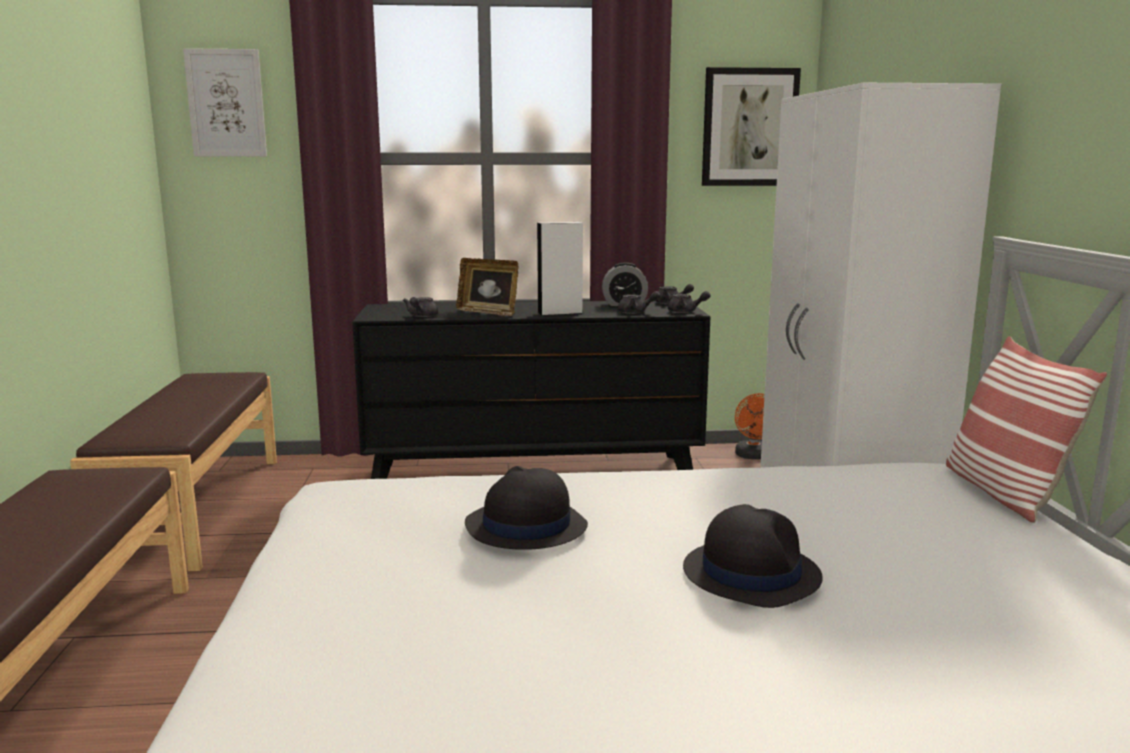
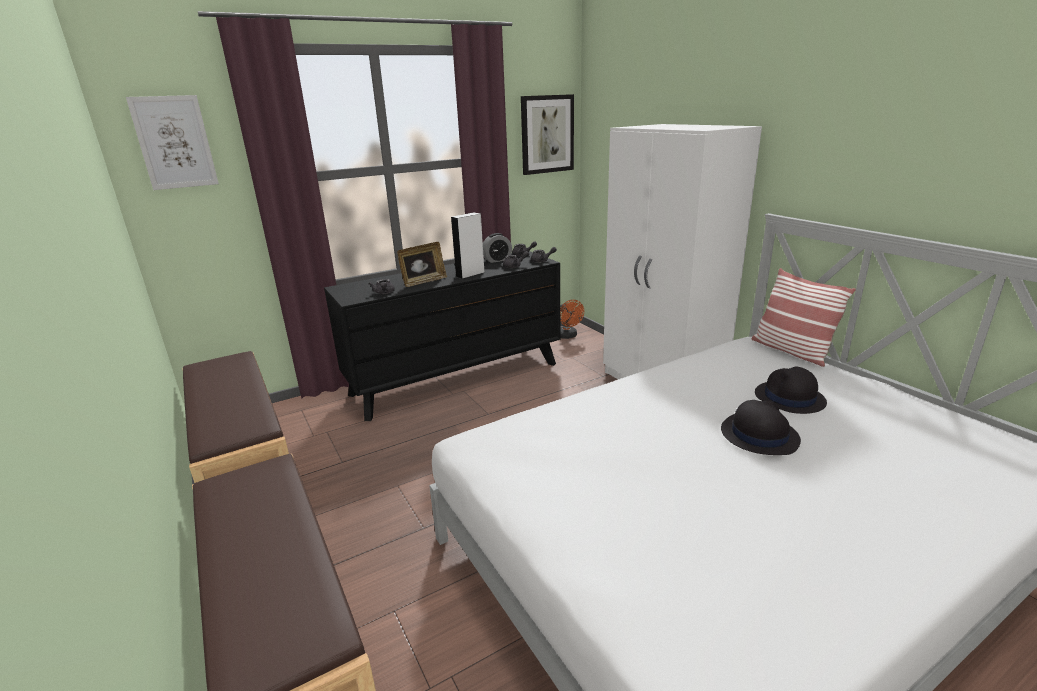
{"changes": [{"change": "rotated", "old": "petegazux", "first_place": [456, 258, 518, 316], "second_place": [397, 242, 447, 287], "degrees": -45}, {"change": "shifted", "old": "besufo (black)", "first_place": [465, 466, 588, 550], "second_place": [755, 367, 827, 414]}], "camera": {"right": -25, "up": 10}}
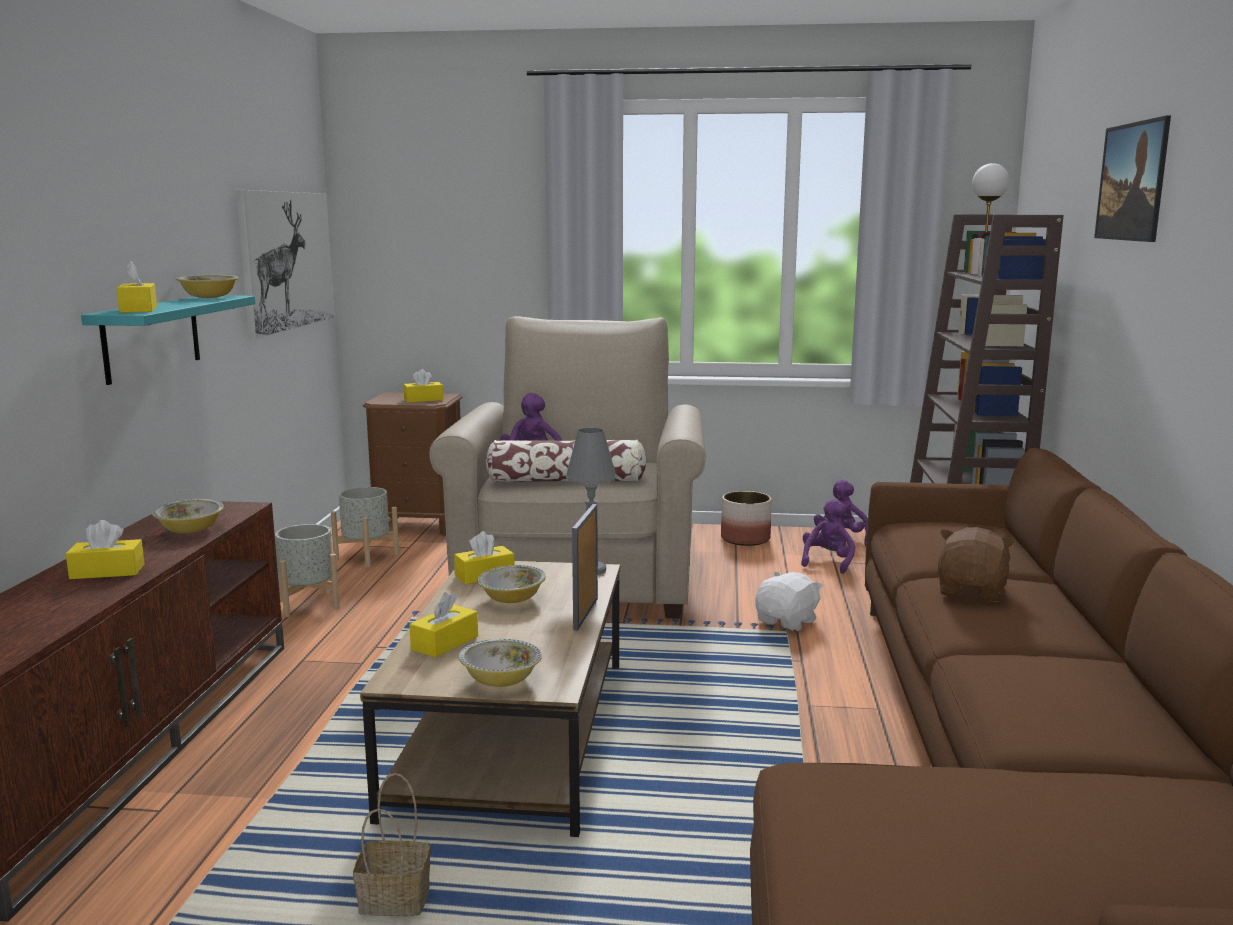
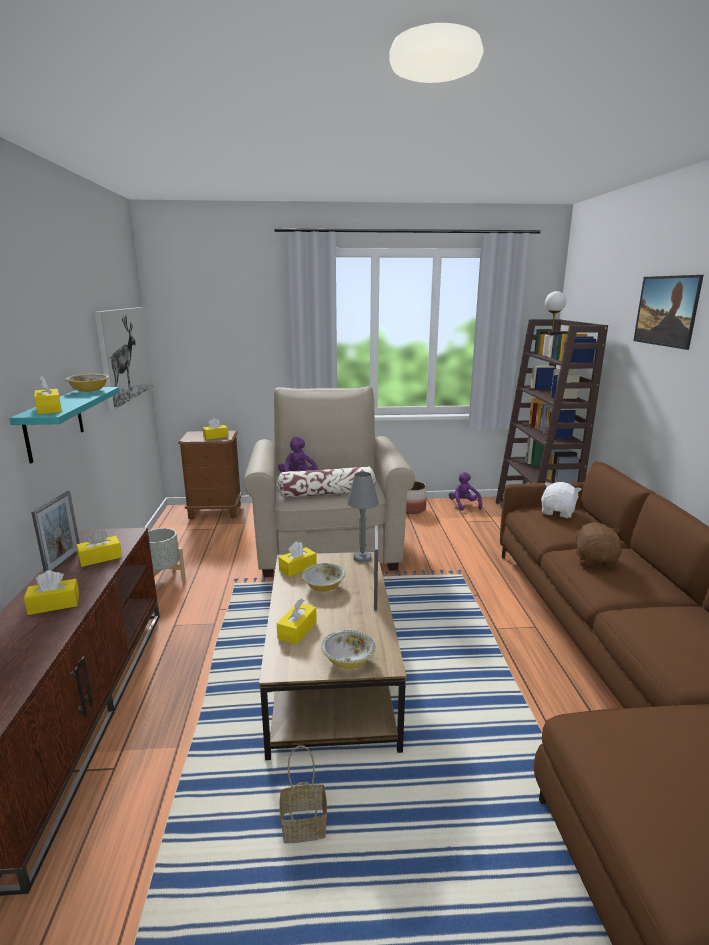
{"changes": [{"change": "swapped", "old": "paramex", "new": "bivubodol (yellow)", "first_place": [152, 499, 224, 533], "second_place": [76, 530, 122, 567]}, {"change": "gone", "old": "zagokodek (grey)", "first_place": [331, 487, 399, 567]}, {"change": "shifted", "old": "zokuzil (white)", "first_place": [755, 572, 823, 632], "second_place": [541, 482, 582, 519]}, {"change": "gone", "old": "zokuzil (purple)", "first_place": [801, 499, 855, 574]}, {"change": "new", "new": "petegazux", "second_place": [31, 491, 80, 573]}], "camera": {"right": -10, "up": 5}}
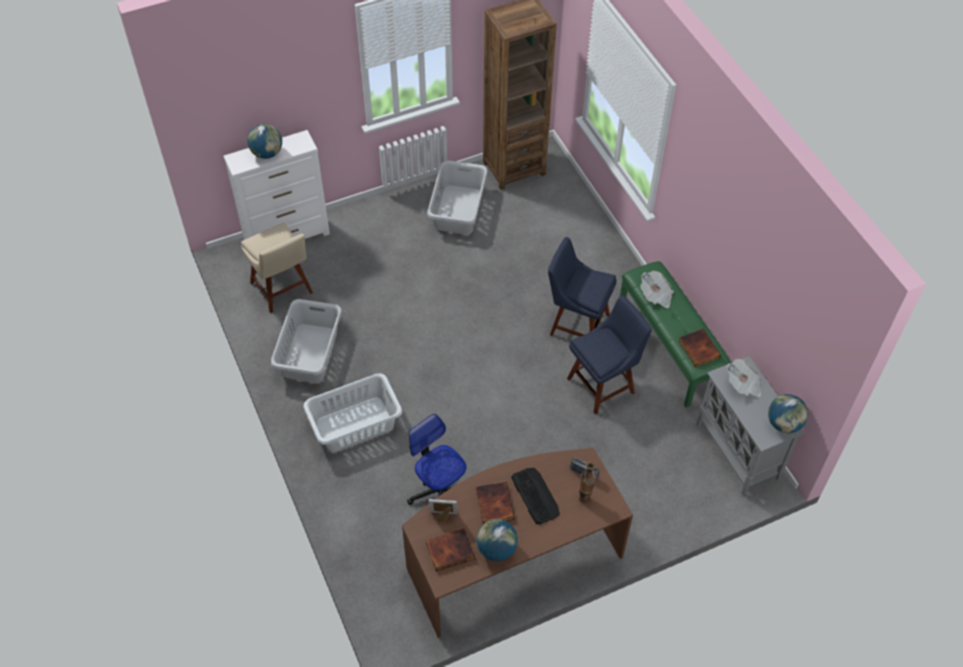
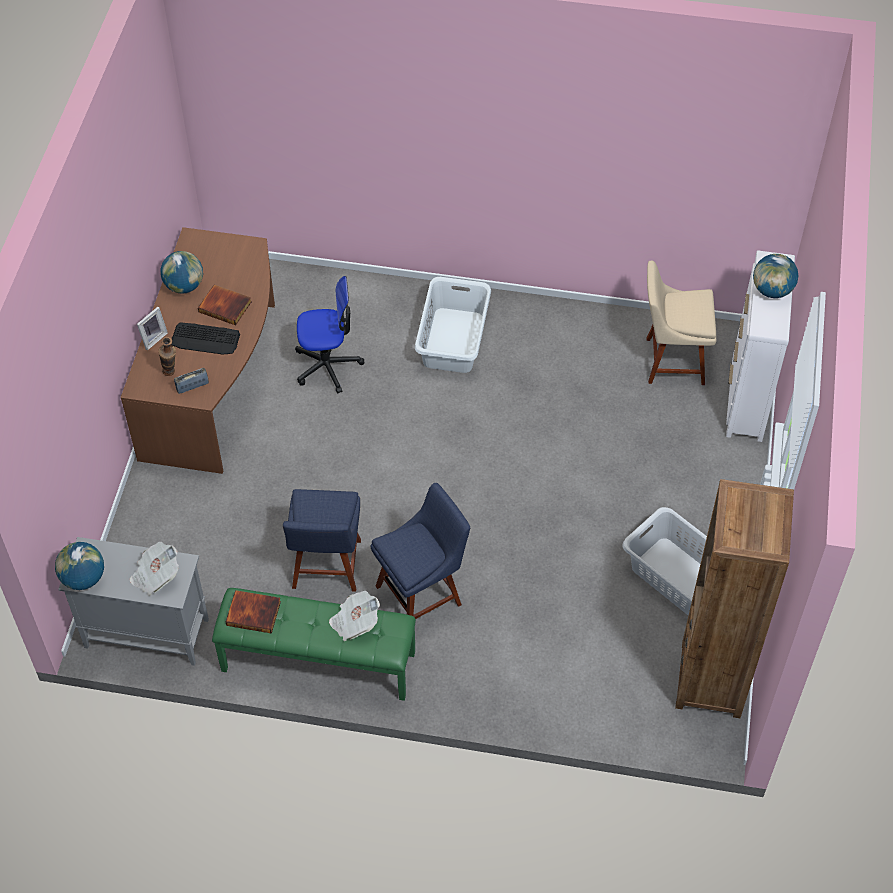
{"changes": [{"change": "gone", "old": "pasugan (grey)", "first_place": [271, 299, 342, 382]}, {"change": "gone", "old": "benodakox", "first_place": [426, 528, 475, 572]}, {"change": "shifted", "old": "petegazux", "first_place": [429, 499, 457, 522], "second_place": [137, 307, 168, 350]}], "camera": {"right": 125, "up": 0}}
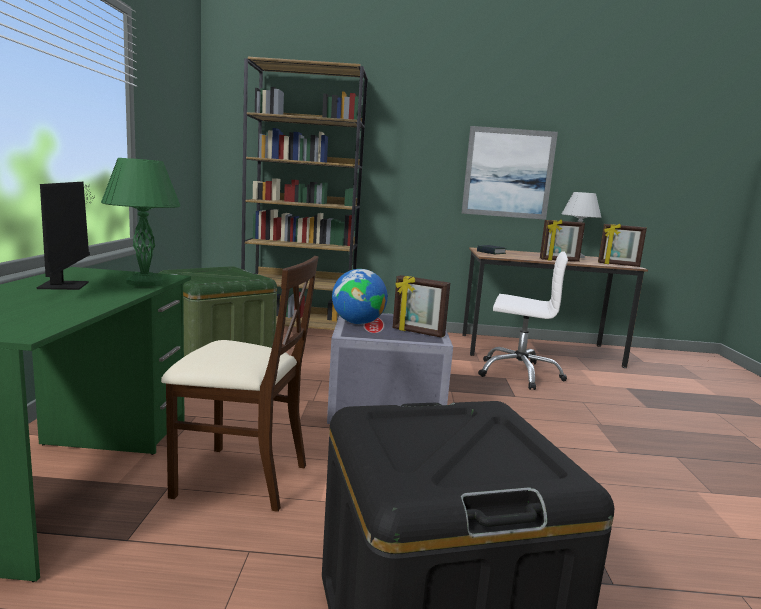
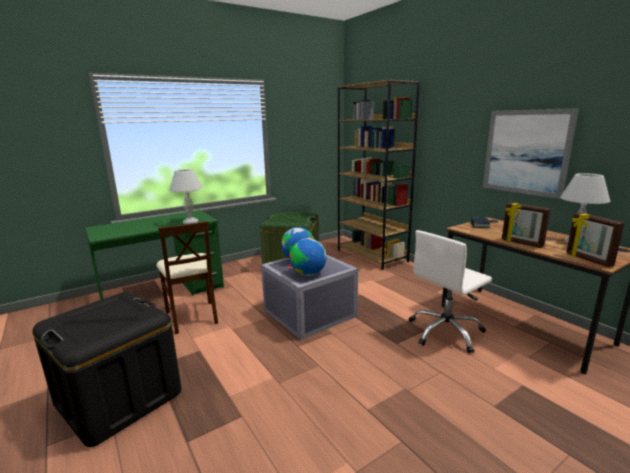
{"changes": [{"change": "gone", "old": "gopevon", "first_place": [37, 182, 95, 290]}, {"change": "repainted", "old": "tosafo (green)", "new": "tosafo (white)", "first_place": [101, 158, 180, 286], "second_place": [170, 169, 203, 224]}, {"change": "swapped", "old": "petegazux", "new": "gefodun", "first_place": [393, 275, 450, 338], "second_place": [289, 238, 327, 276]}, {"change": "rotated", "old": "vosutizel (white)", "first_place": [478, 251, 568, 390], "second_place": [409, 230, 492, 353], "degrees": 75}], "camera": {"right": 55, "up": 5}}
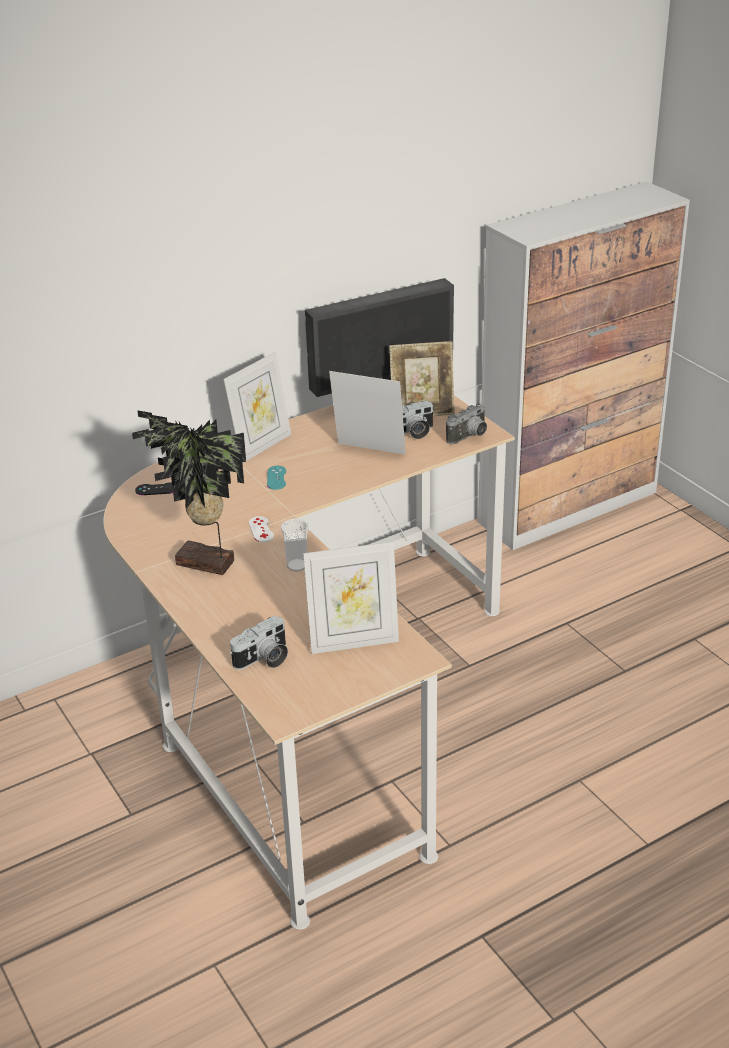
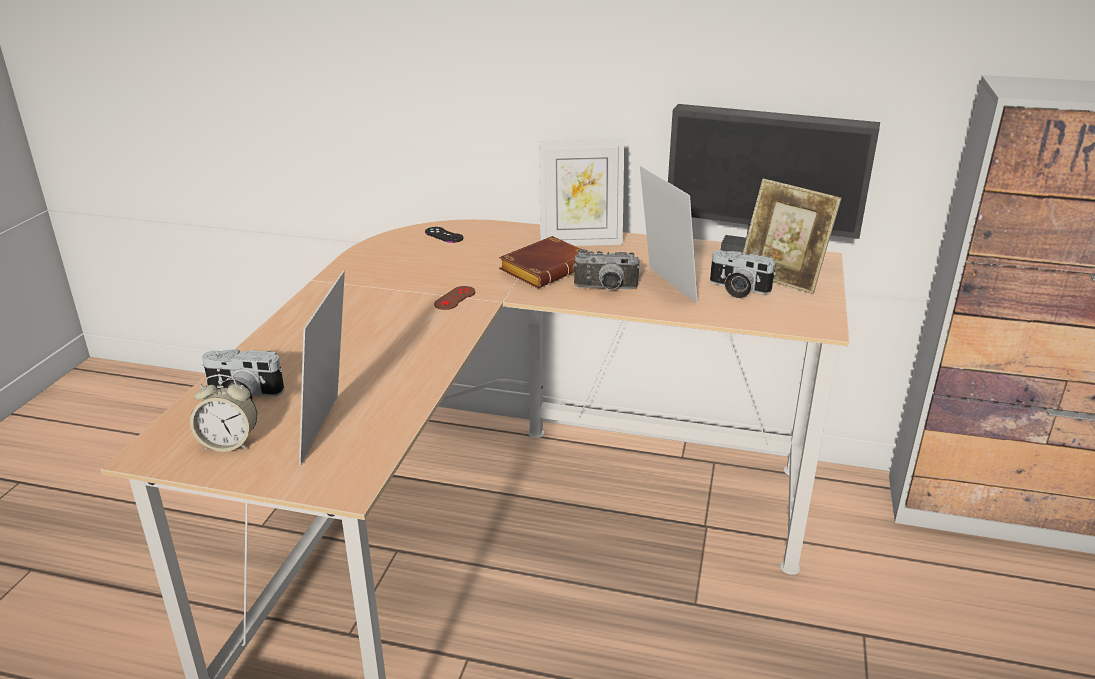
{"changes": [{"change": "gone", "old": "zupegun", "first_place": [132, 410, 246, 575]}, {"change": "repainted", "old": "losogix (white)", "new": "losogix (brown)", "first_place": [249, 516, 274, 542], "second_place": [434, 286, 475, 310]}, {"change": "swapped", "old": "losogix (turquoise)", "new": "benodakox (brown)", "first_place": [267, 466, 286, 490], "second_place": [499, 236, 589, 288]}, {"change": "gone", "old": "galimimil", "first_place": [281, 519, 309, 572]}, {"change": "rotated", "old": "petegazux", "first_place": [303, 541, 399, 654], "second_place": [299, 270, 345, 466], "degrees": 60}, {"change": "shifted", "old": "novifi", "first_place": [446, 403, 487, 444], "second_place": [573, 249, 640, 290]}, {"change": "new", "new": "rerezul", "second_place": [190, 375, 257, 452]}], "camera": {"right": 45, "up": -5}}
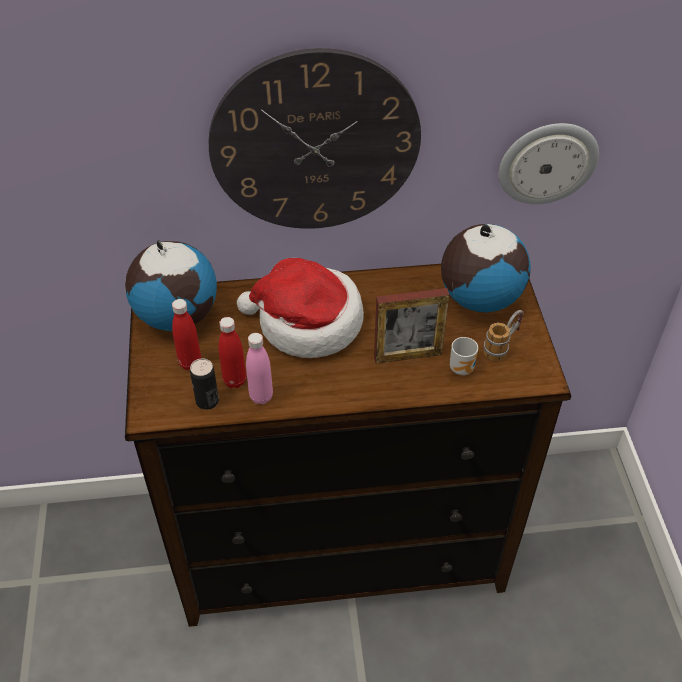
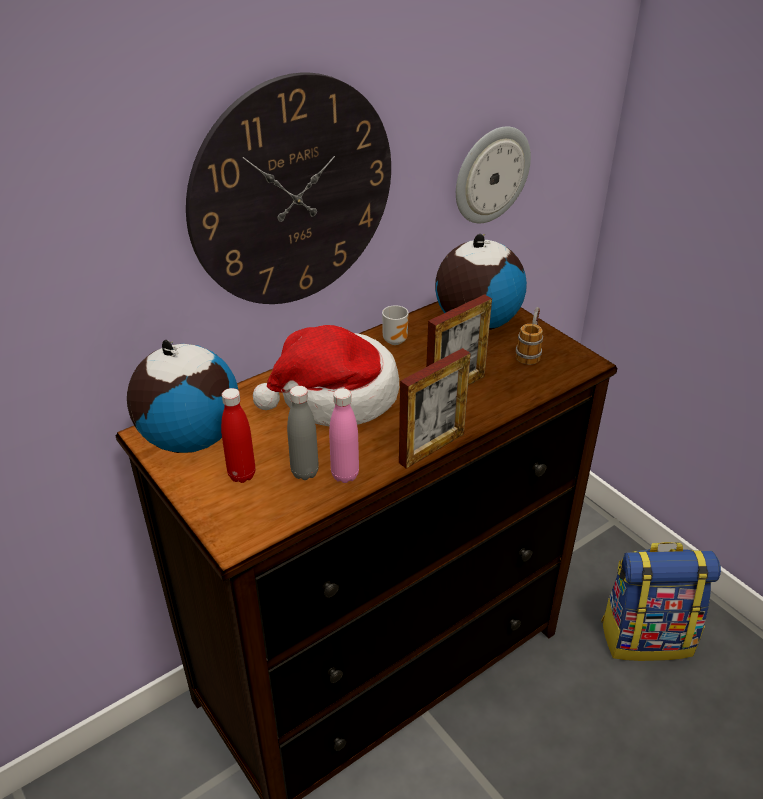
{"changes": [{"change": "gone", "old": "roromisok", "first_place": [190, 358, 219, 410]}, {"change": "repainted", "old": "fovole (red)", "new": "fovole (grey)", "first_place": [219, 317, 246, 388], "second_place": [287, 386, 319, 480]}, {"change": "shifted", "old": "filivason", "first_place": [450, 337, 478, 375], "second_place": [382, 305, 409, 345]}, {"change": "new", "new": "petegazux", "second_place": [399, 348, 471, 469]}, {"change": "new", "new": "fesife", "second_place": [601, 542, 721, 661]}], "camera": {"right": -30, "up": -10}}
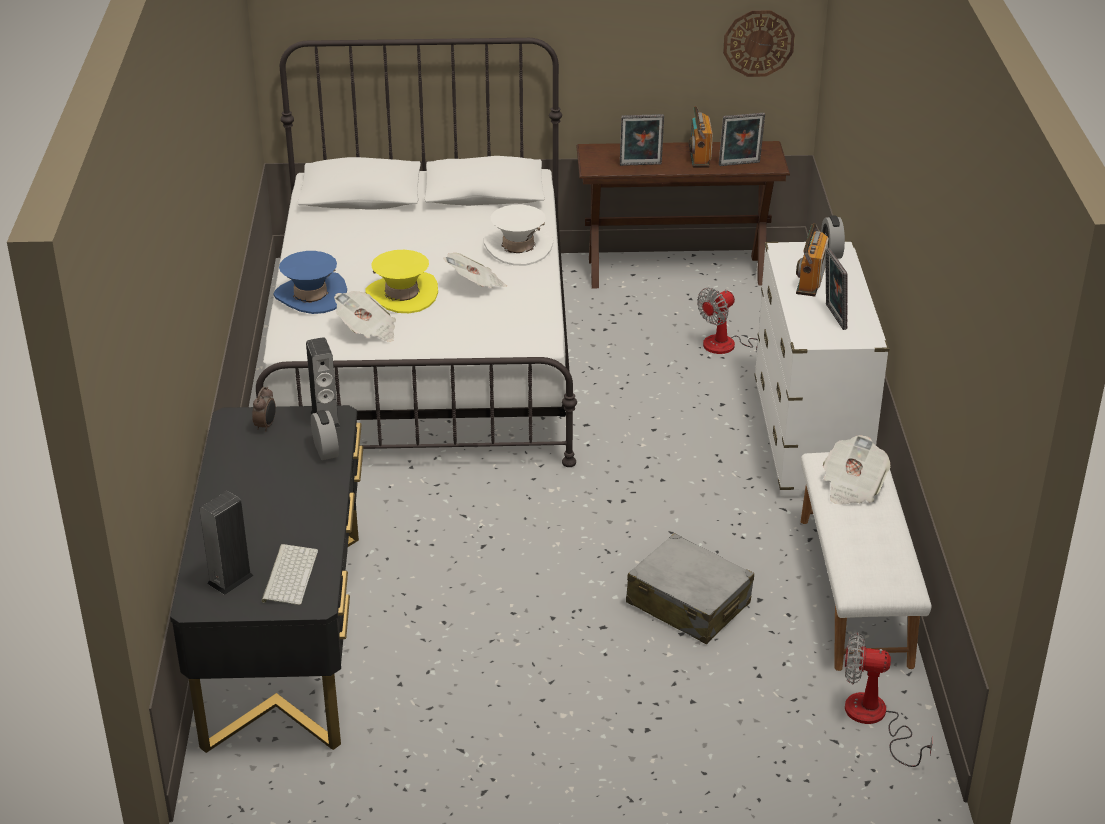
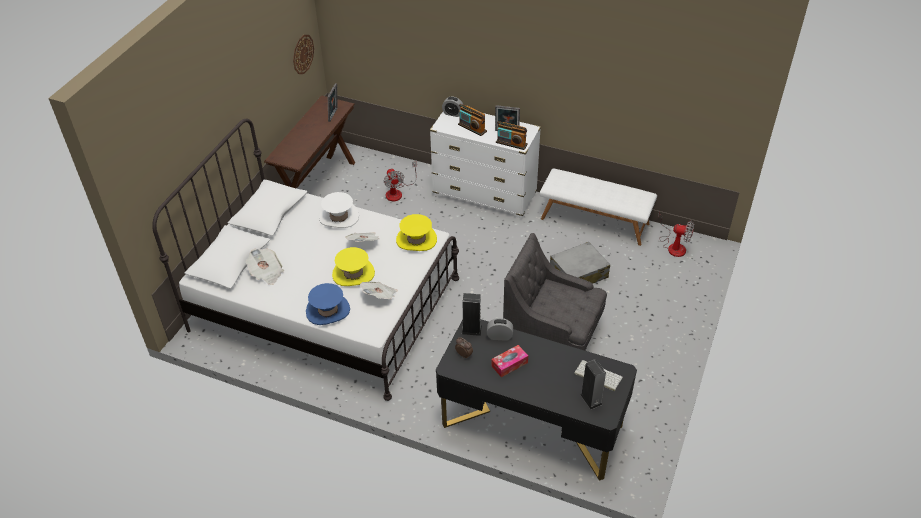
{"changes": [{"change": "gone", "old": "petegazux", "first_place": [620, 114, 664, 166]}, {"change": "shifted", "old": "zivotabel", "first_place": [689, 106, 713, 168], "second_place": [496, 121, 528, 150]}, {"change": "shifted", "old": "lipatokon", "first_place": [823, 435, 891, 505], "second_place": [246, 248, 284, 285]}, {"change": "rotated", "old": "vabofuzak", "first_place": [845, 632, 933, 767], "second_place": [658, 211, 694, 257], "degrees": -105}, {"change": "new", "new": "besufo (yellow)", "second_place": [396, 214, 437, 251]}, {"change": "new", "new": "bivubodol", "second_place": [491, 345, 528, 377]}, {"change": "new", "new": "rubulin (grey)", "second_place": [503, 233, 607, 351]}], "camera": {"right": -65, "up": 10}}
